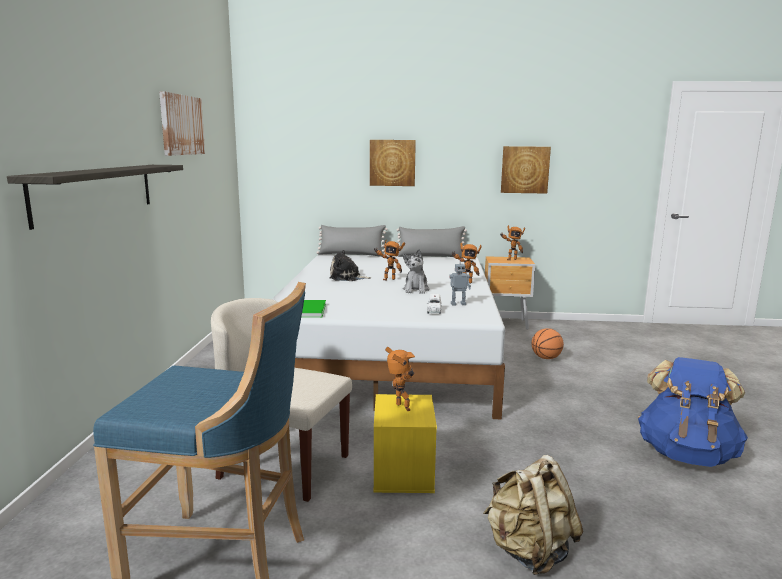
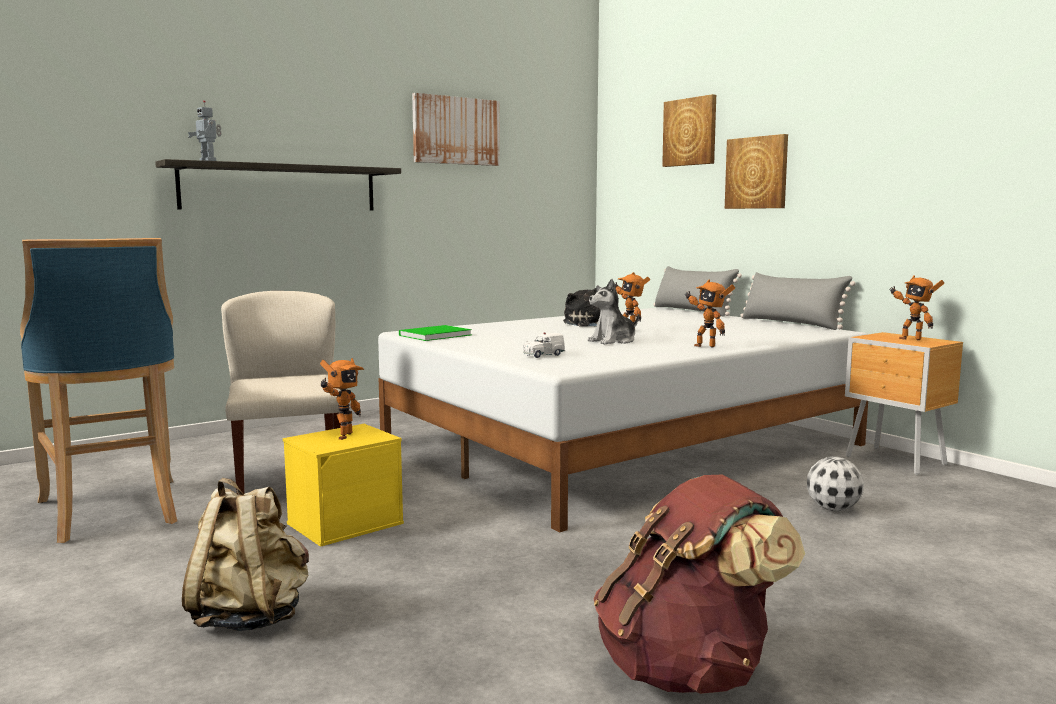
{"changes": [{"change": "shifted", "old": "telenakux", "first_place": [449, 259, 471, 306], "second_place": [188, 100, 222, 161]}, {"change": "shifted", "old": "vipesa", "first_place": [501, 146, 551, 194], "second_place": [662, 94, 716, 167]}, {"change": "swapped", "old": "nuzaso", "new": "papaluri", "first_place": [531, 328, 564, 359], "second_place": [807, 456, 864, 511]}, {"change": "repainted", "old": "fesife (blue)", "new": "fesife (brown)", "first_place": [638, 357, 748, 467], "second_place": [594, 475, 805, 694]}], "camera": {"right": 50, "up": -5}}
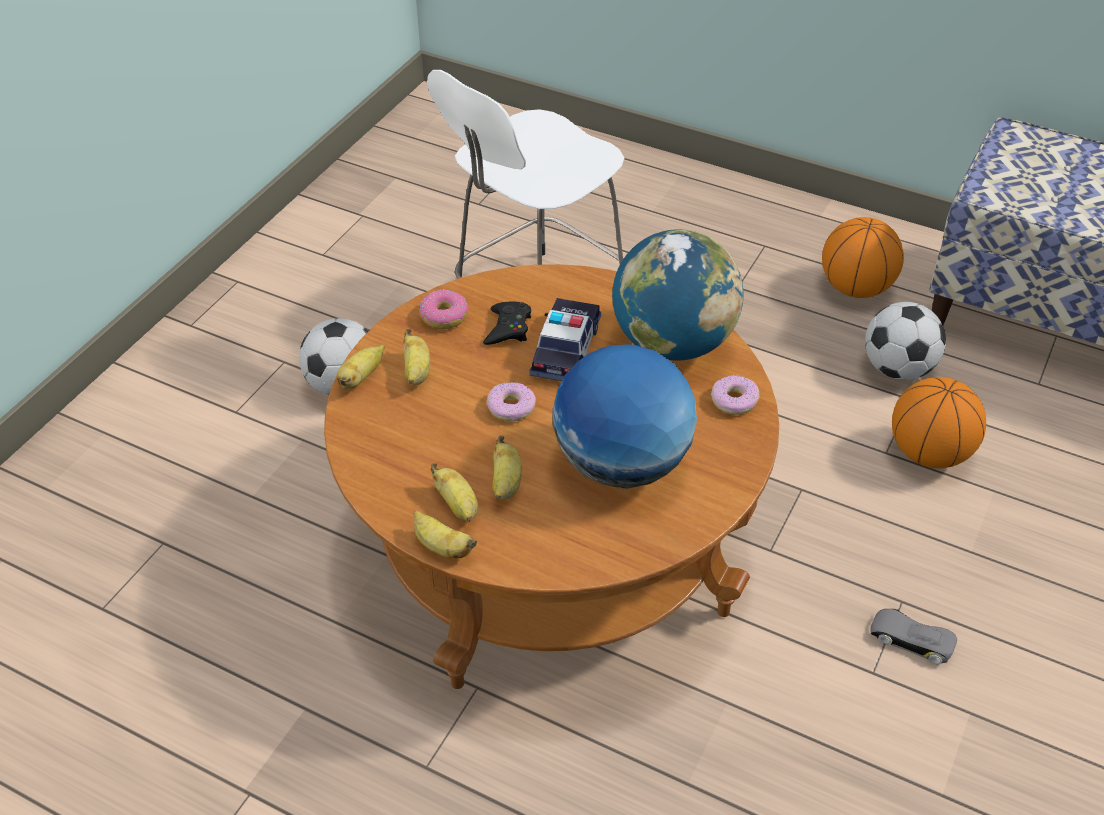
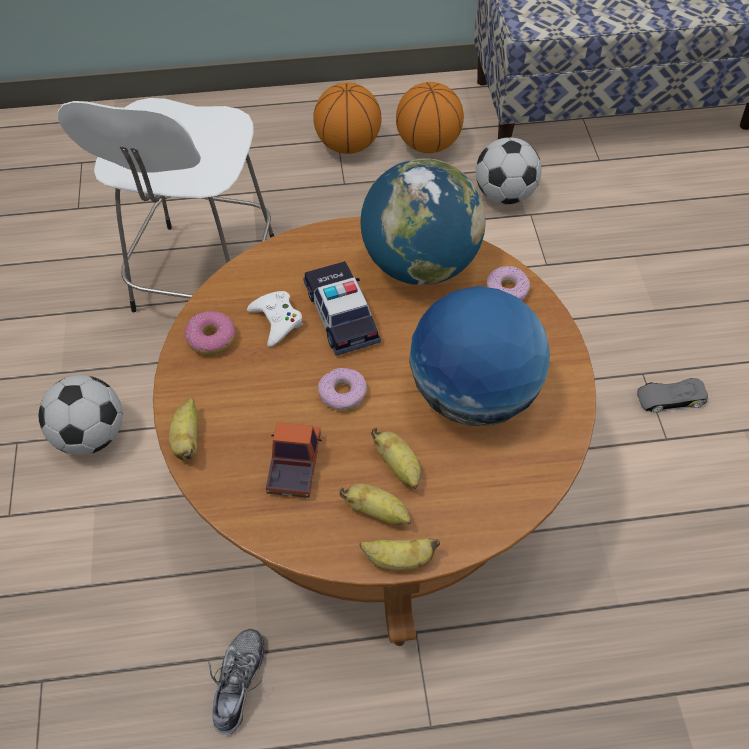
{"changes": [{"change": "gone", "old": "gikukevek", "first_place": [403, 329, 430, 385]}, {"change": "repainted", "old": "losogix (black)", "new": "losogix (white)", "first_place": [483, 301, 531, 345], "second_place": [247, 291, 303, 347]}, {"change": "shifted", "old": "nuzaso", "first_place": [892, 377, 986, 468], "second_place": [313, 83, 382, 154]}, {"change": "new", "new": "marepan", "second_place": [209, 629, 265, 735]}, {"change": "new", "new": "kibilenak", "second_place": [266, 422, 322, 498]}], "camera": {"right": -35, "up": 10}}
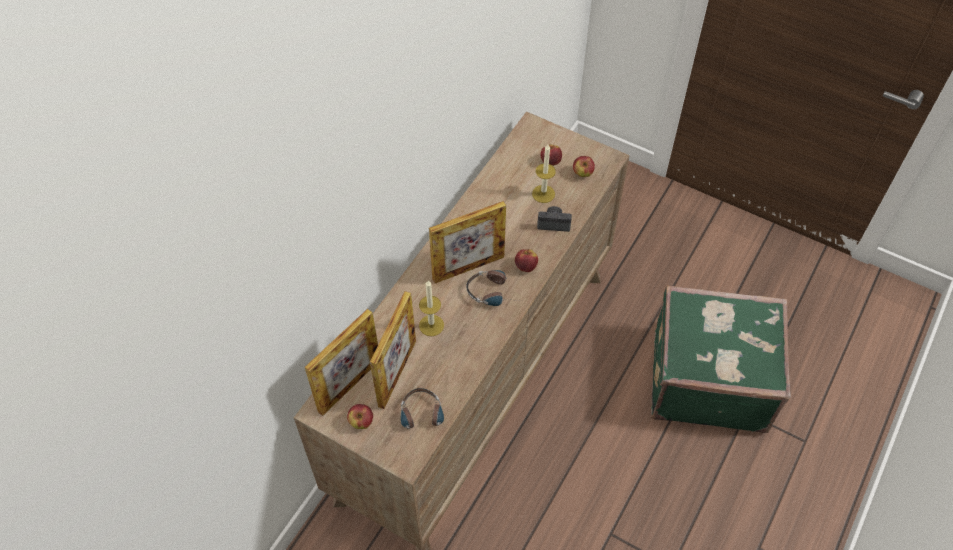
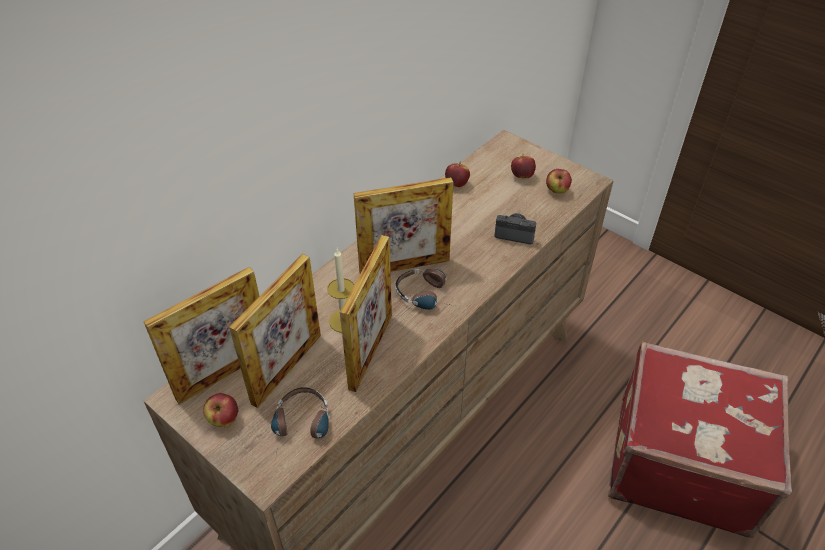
{"changes": [{"change": "shifted", "old": "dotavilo", "first_place": [515, 249, 538, 272], "second_place": [445, 161, 470, 187]}, {"change": "gone", "old": "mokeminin", "first_place": [532, 145, 556, 203]}, {"change": "repainted", "old": "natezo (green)", "new": "natezo (red)", "first_place": [651, 285, 791, 433], "second_place": [608, 341, 792, 538]}, {"change": "new", "new": "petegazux", "second_place": [340, 235, 392, 392]}], "camera": {"right": 10, "up": -10}}
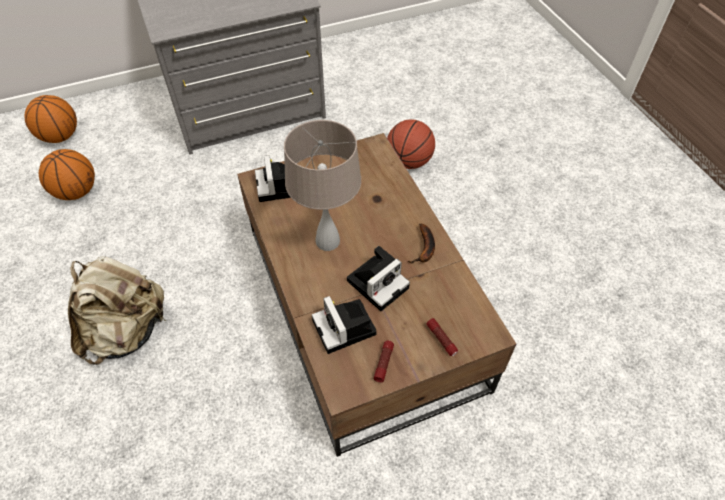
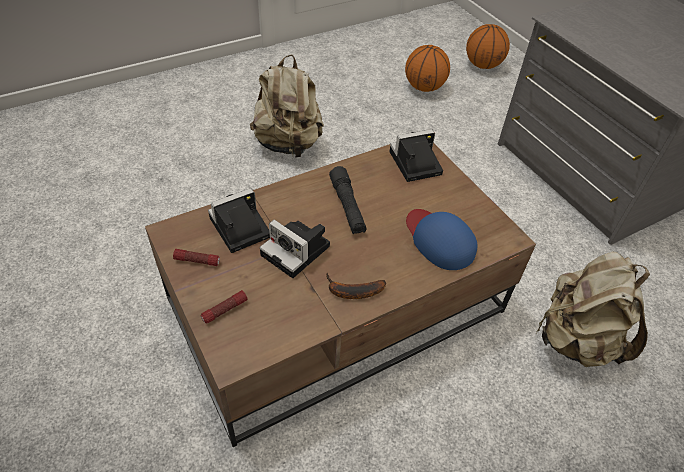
{"changes": [{"change": "swapped", "old": "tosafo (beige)", "new": "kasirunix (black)", "first_place": [284, 120, 361, 251], "second_place": [329, 166, 366, 234]}, {"change": "swapped", "old": "nuzaso", "new": "fesife (beige)", "first_place": [387, 119, 435, 169], "second_place": [536, 252, 650, 367]}, {"change": "new", "new": "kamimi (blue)", "second_place": [406, 209, 478, 270]}], "camera": {"right": 80, "up": -5}}
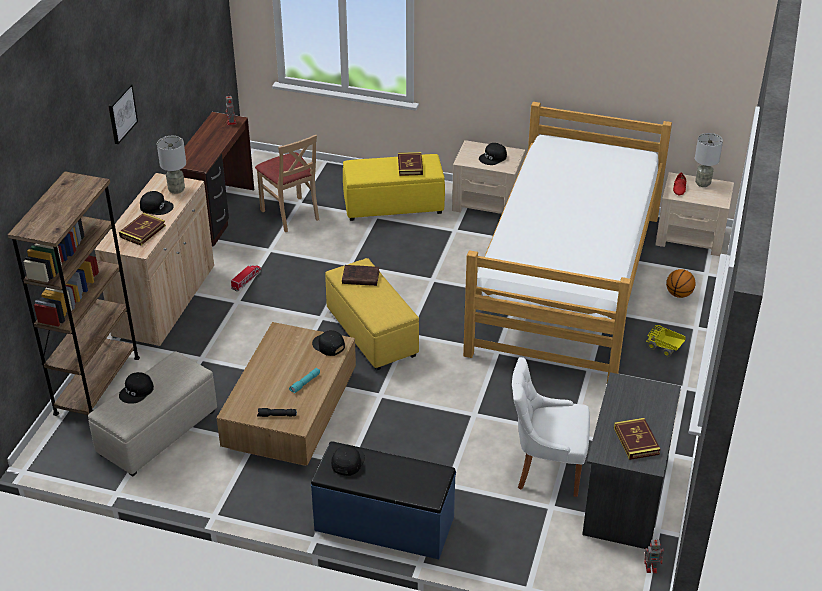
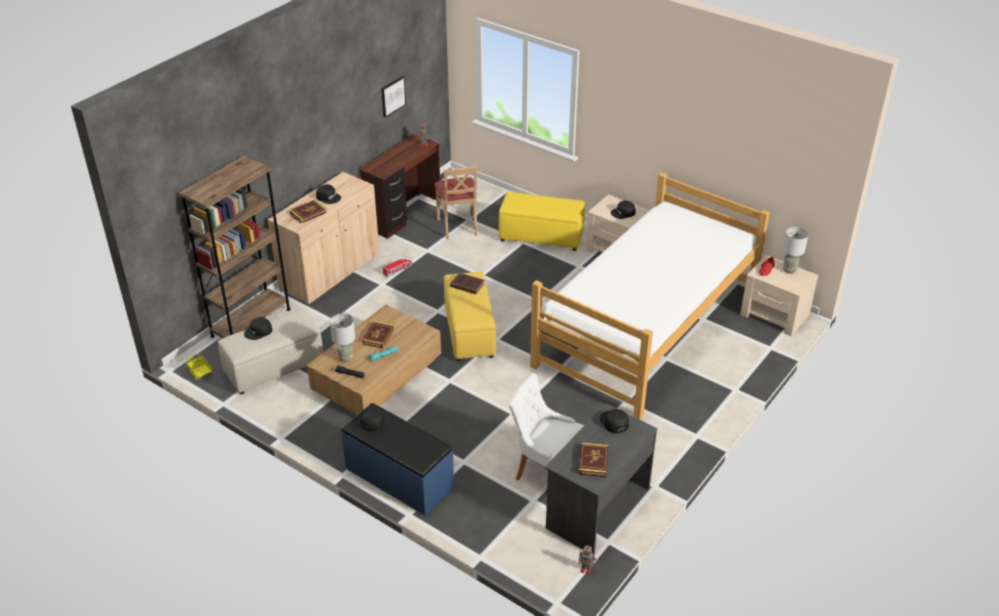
{"changes": [{"change": "shifted", "old": "vipesa", "first_place": [108, 84, 138, 144], "second_place": [381, 76, 406, 118]}, {"change": "shifted", "old": "tosafo (grey)", "first_place": [157, 136, 186, 194], "second_place": [330, 313, 355, 363]}, {"change": "shifted", "old": "kamimi (black)", "first_place": [312, 330, 345, 356], "second_place": [600, 409, 629, 433]}, {"change": "shifted", "old": "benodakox", "first_place": [398, 152, 423, 176], "second_place": [362, 321, 395, 349]}, {"change": "shifted", "old": "kibilenak", "first_place": [646, 325, 686, 357], "second_place": [186, 354, 212, 382]}, {"change": "gone", "old": "nuzaso", "first_place": [666, 269, 696, 298]}], "camera": {"right": 20, "up": 0}}
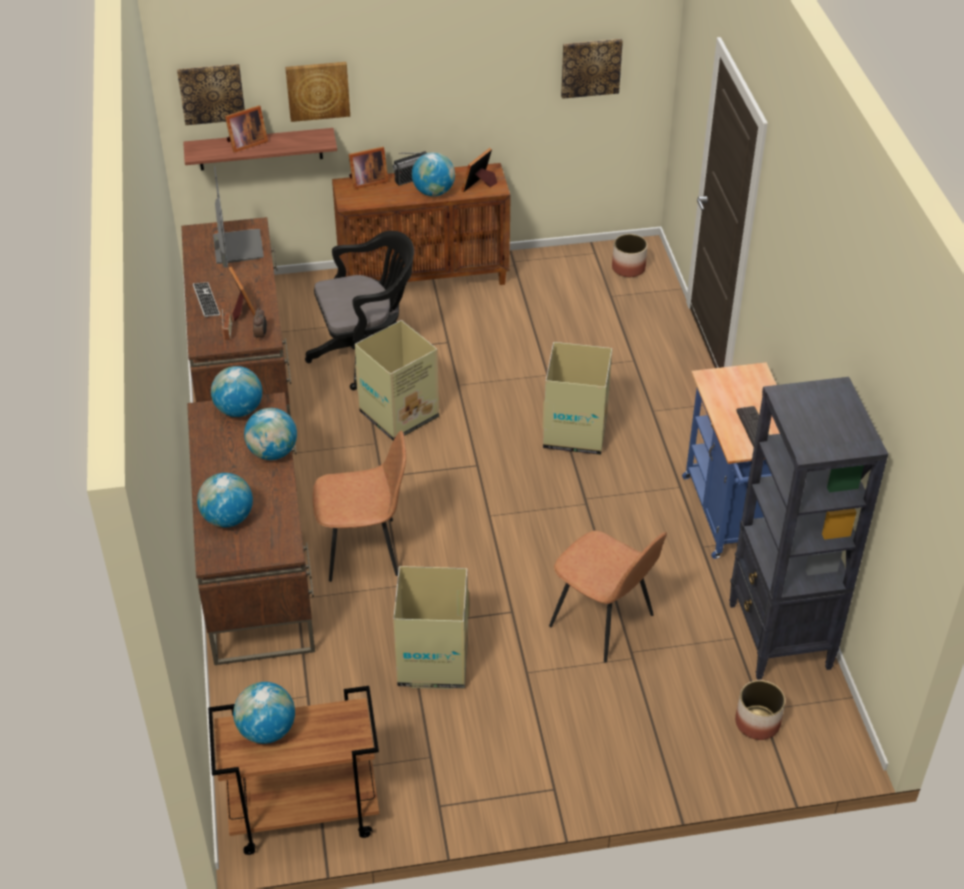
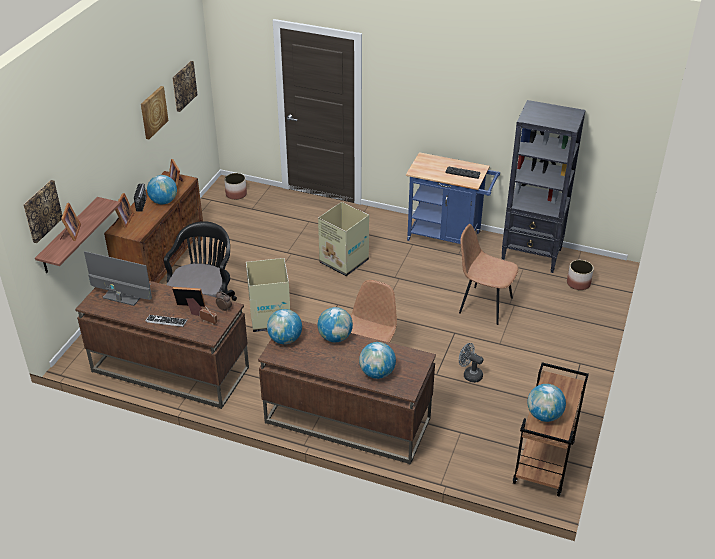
{"changes": [{"change": "shifted", "old": "vipesa", "first_place": [285, 62, 350, 122], "second_place": [141, 86, 169, 139]}, {"change": "swapped", "old": "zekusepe", "new": "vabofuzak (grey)", "first_place": [393, 566, 469, 689], "second_place": [459, 343, 484, 383]}, {"change": "rotated", "old": "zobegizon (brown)", "first_place": [549, 530, 667, 663], "second_place": [459, 224, 518, 325], "degrees": -135}], "camera": {"right": -60, "up": -5}}
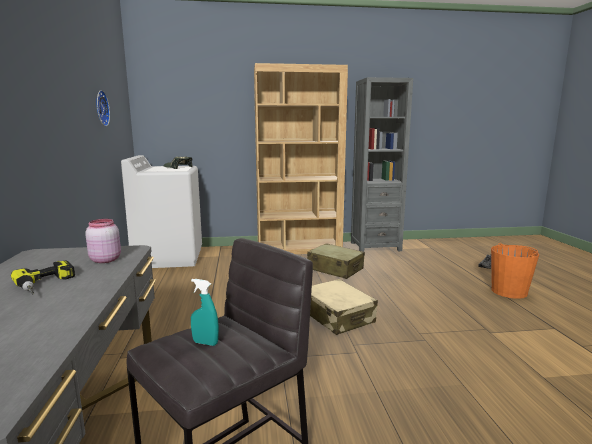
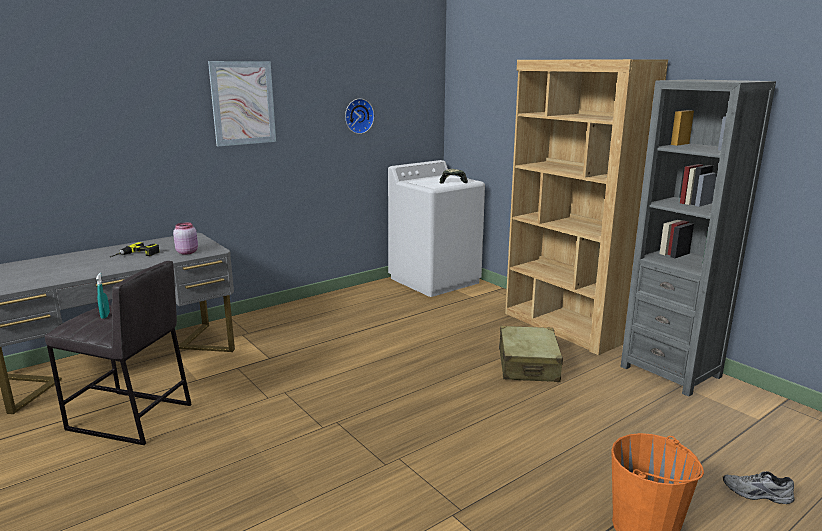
{"changes": [{"change": "gone", "old": "natezo (beige)", "first_place": [310, 279, 378, 335]}, {"change": "new", "new": "vipesa", "second_place": [208, 61, 276, 146]}], "camera": {"right": 60, "up": 5}}
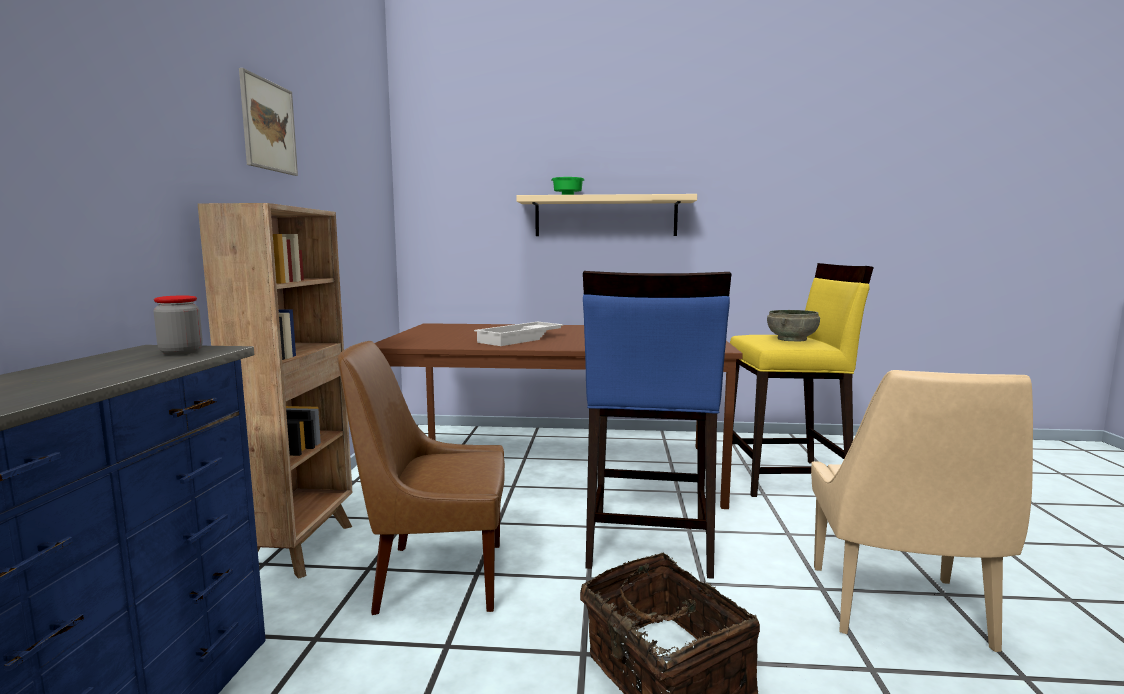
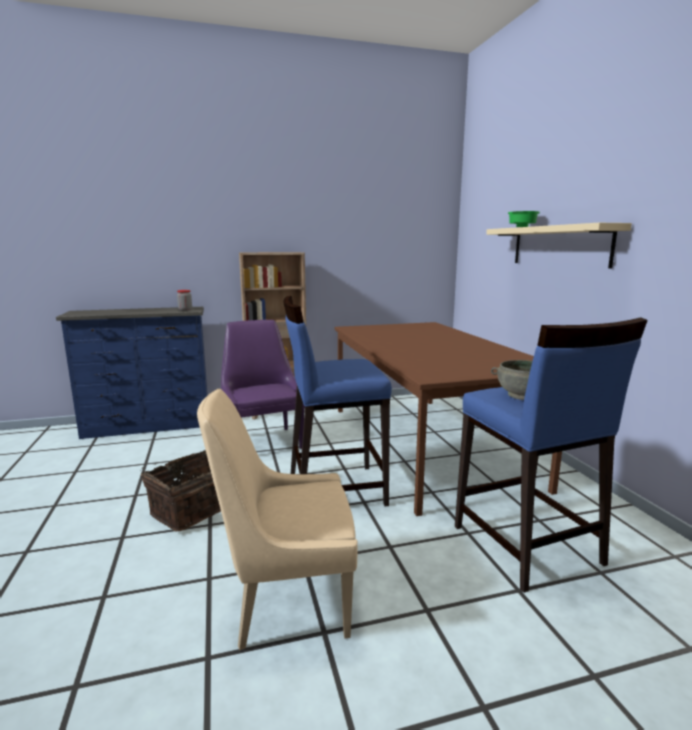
{"changes": [{"change": "gone", "old": "vipesa", "first_place": [239, 68, 298, 176]}, {"change": "repainted", "old": "zobegizon (brown)", "new": "zobegizon (purple)", "first_place": [338, 341, 505, 615], "second_place": [221, 320, 305, 449]}, {"change": "gone", "old": "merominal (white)", "first_place": [474, 322, 564, 346]}, {"change": "repainted", "old": "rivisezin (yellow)", "new": "rivisezin (blue)", "first_place": [730, 263, 874, 497], "second_place": [455, 317, 648, 593]}], "camera": {"right": 70, "up": 5}}
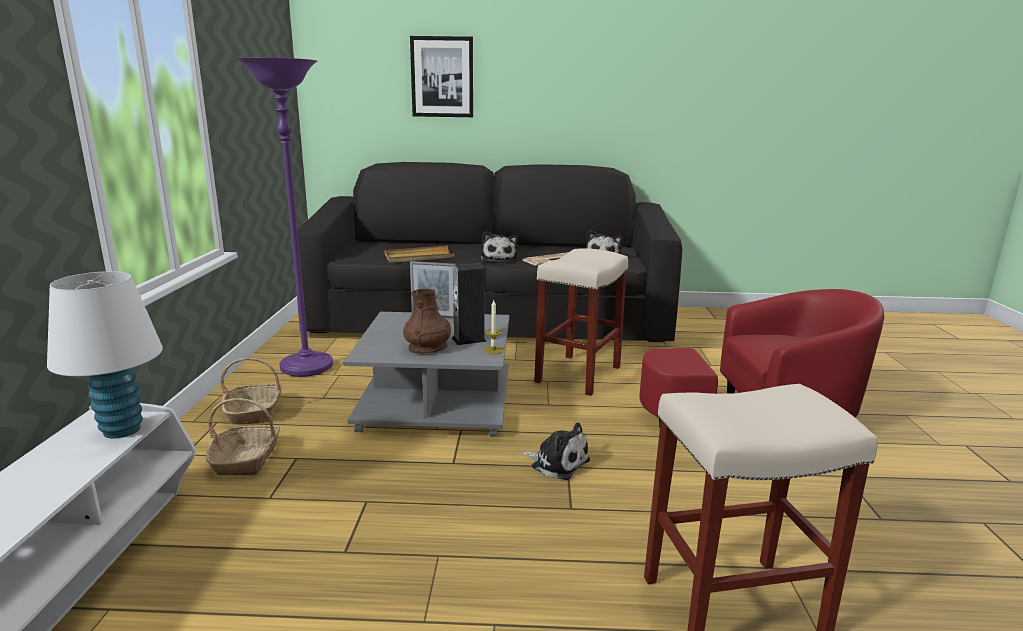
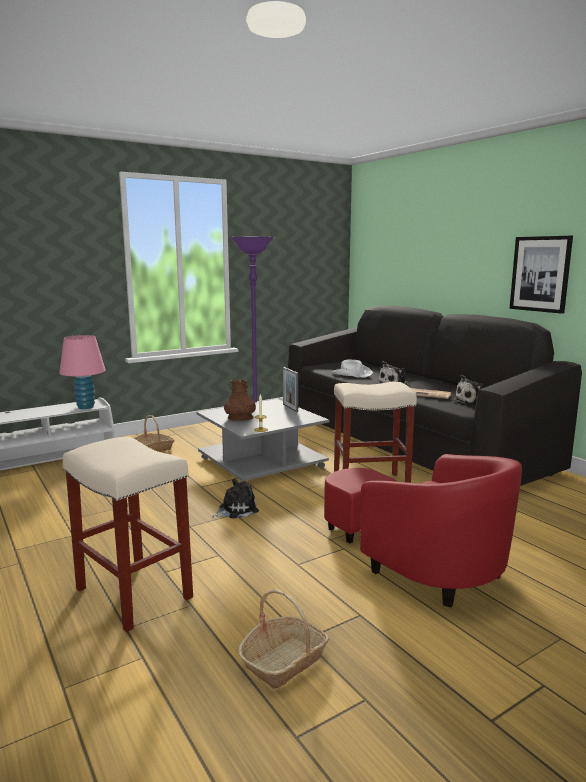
{"changes": [{"change": "repainted", "old": "tosafo (white)", "new": "tosafo (pink)", "first_place": [47, 271, 163, 438], "second_place": [59, 335, 106, 409]}, {"change": "shifted", "old": "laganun", "first_place": [220, 358, 282, 425], "second_place": [238, 589, 329, 689]}, {"change": "swapped", "old": "merominal (beige)", "new": "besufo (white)", "first_place": [385, 246, 455, 263], "second_place": [332, 360, 373, 378]}, {"change": "shifted", "old": "vipesa", "first_place": [410, 36, 473, 117], "second_place": [509, 236, 573, 314]}, {"change": "gone", "old": "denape", "first_place": [452, 263, 487, 345]}, {"change": "rotated", "old": "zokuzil", "first_place": [522, 422, 590, 480], "second_place": [212, 479, 259, 519], "degrees": -120}], "camera": {"right": 55, "up": -5}}
